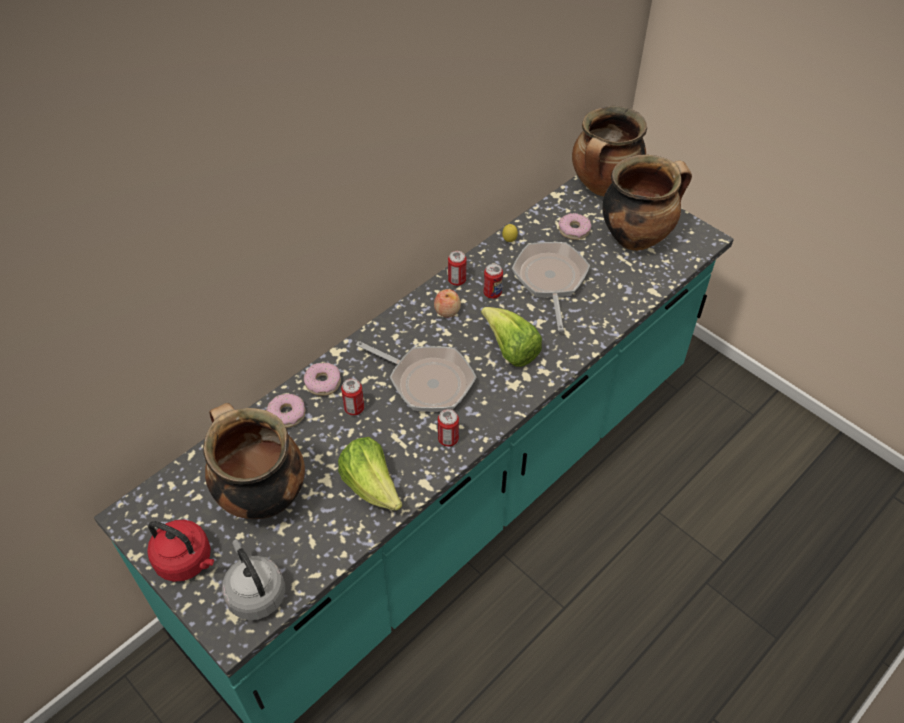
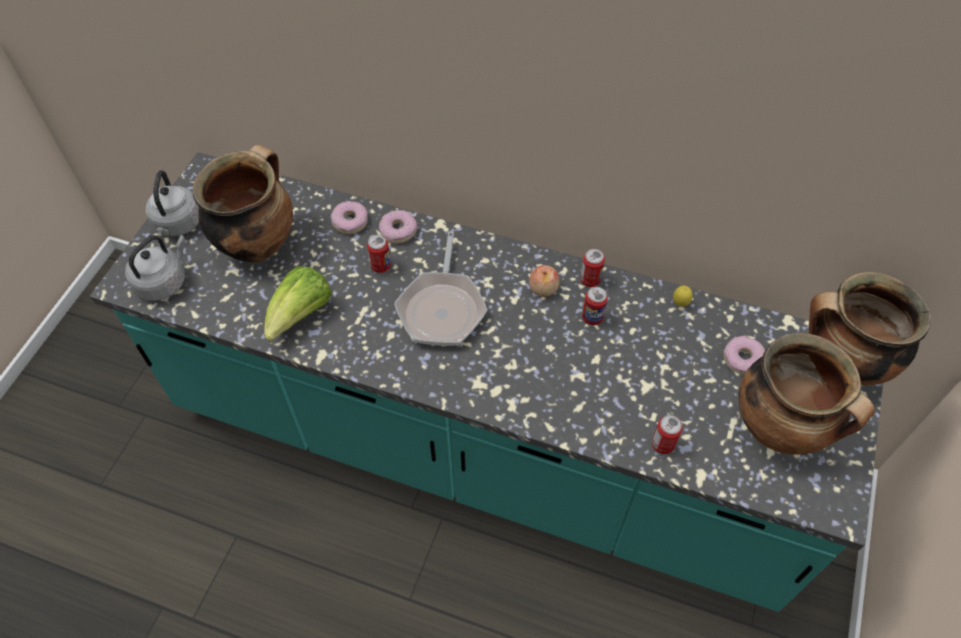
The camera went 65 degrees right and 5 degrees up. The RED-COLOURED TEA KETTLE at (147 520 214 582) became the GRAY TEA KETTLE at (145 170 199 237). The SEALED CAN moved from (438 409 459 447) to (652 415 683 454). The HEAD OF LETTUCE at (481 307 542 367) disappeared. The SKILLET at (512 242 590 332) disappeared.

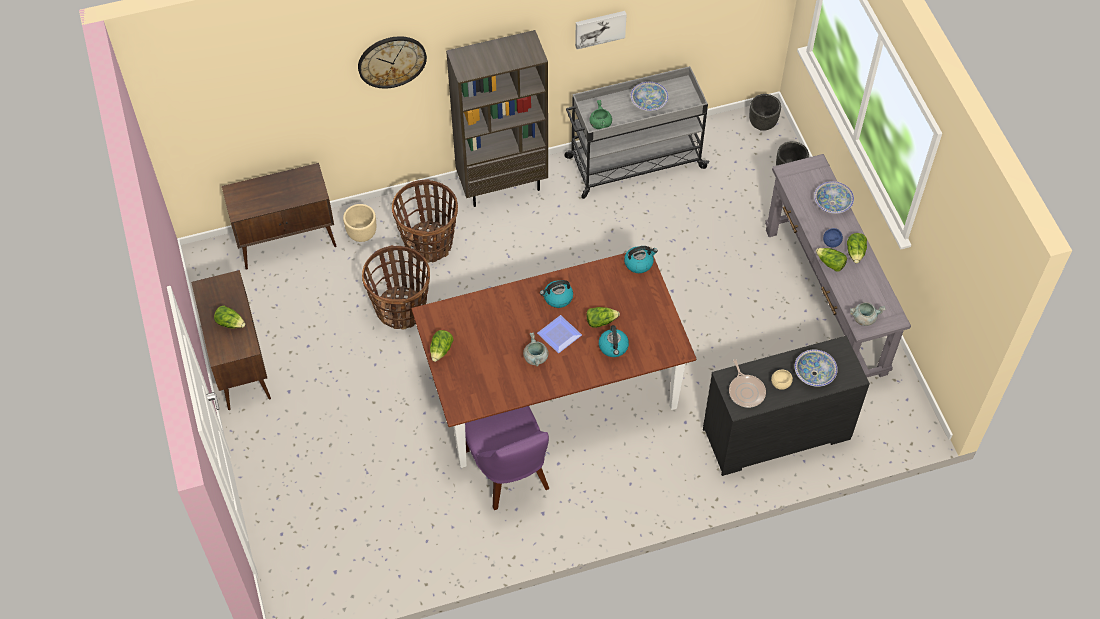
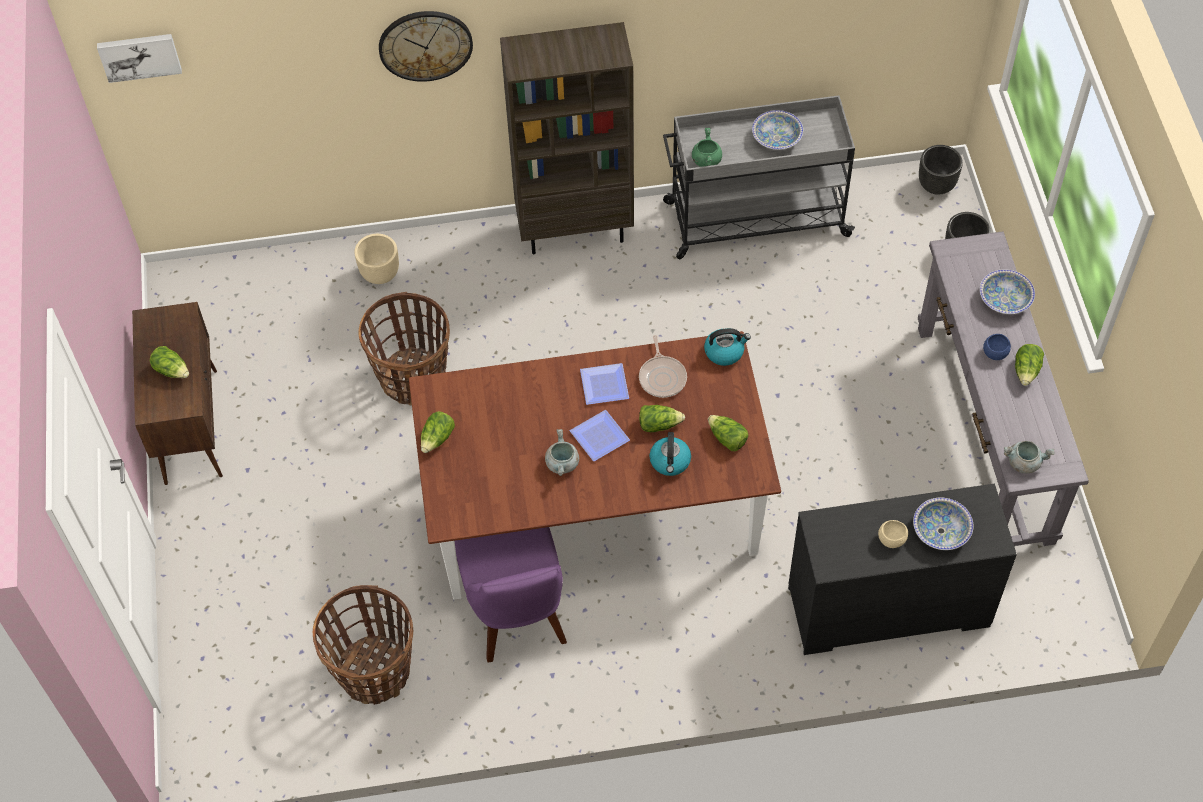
The camera went 10 degrees right and 0 degrees up. The BROWN-COLOURED CUPBOARD at (222 163 337 270) disappeared. The BASKET moved from (392 179 458 263) to (313 585 413 705). The TEA KETTLE at (540 280 573 308) was replaced by the DINNER PLATE at (580 363 629 405). The PICTURE moved from (575 11 627 49) to (97 34 182 83). The SKILLET moved from (729 359 766 408) to (639 335 687 398). The HEAD OF LETTUCE moved from (816 248 847 272) to (708 415 748 451).

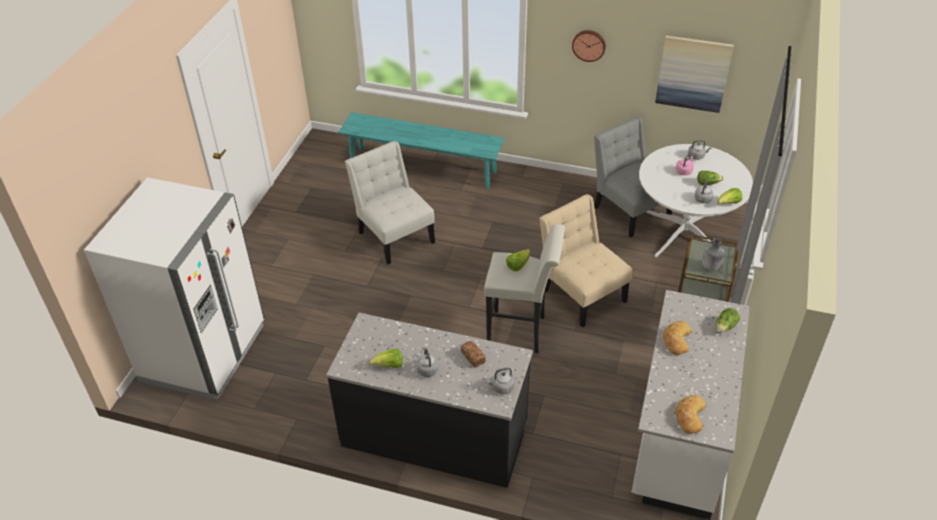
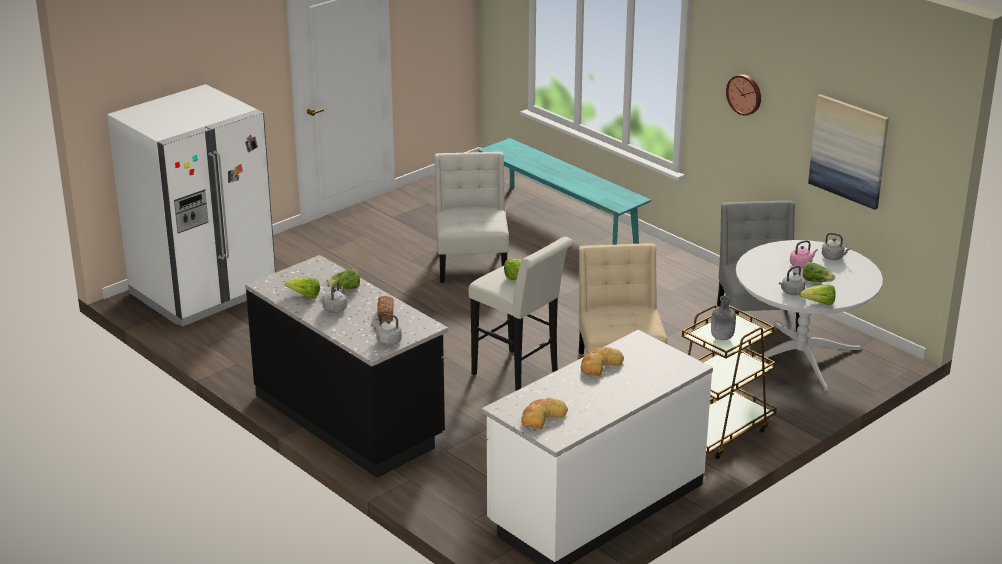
The camera went 30 degrees right and 15 degrees down. The HEAD OF LETTUCE moved from (716 308 740 333) to (326 269 360 289).

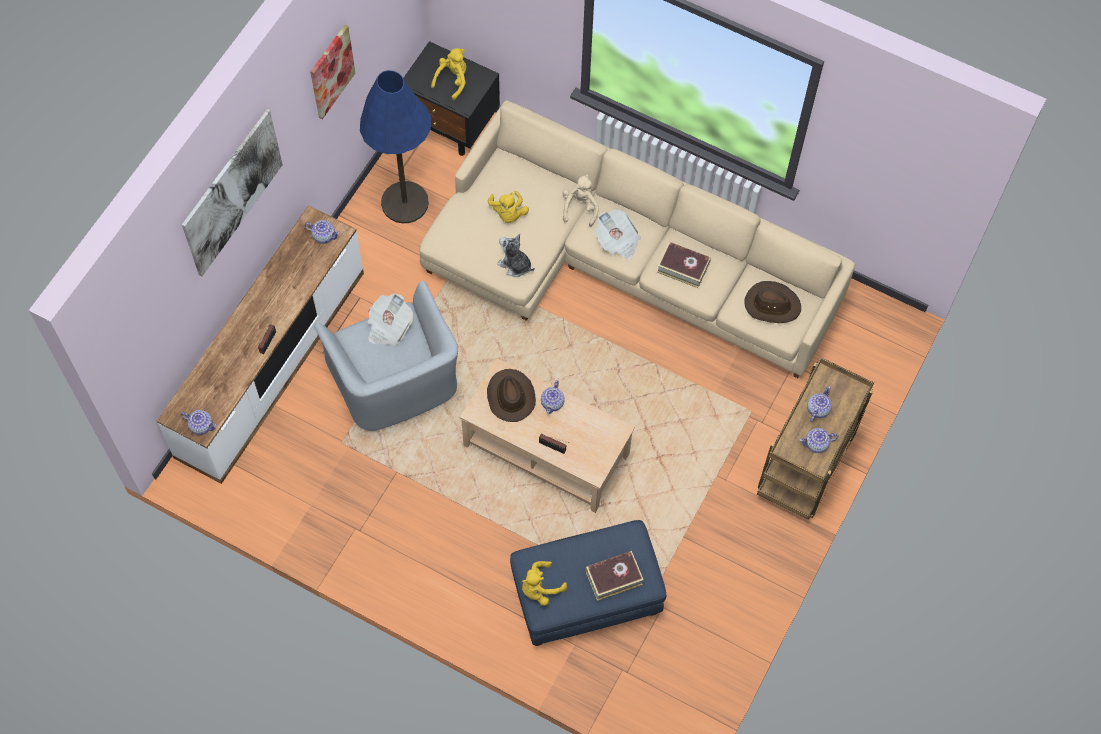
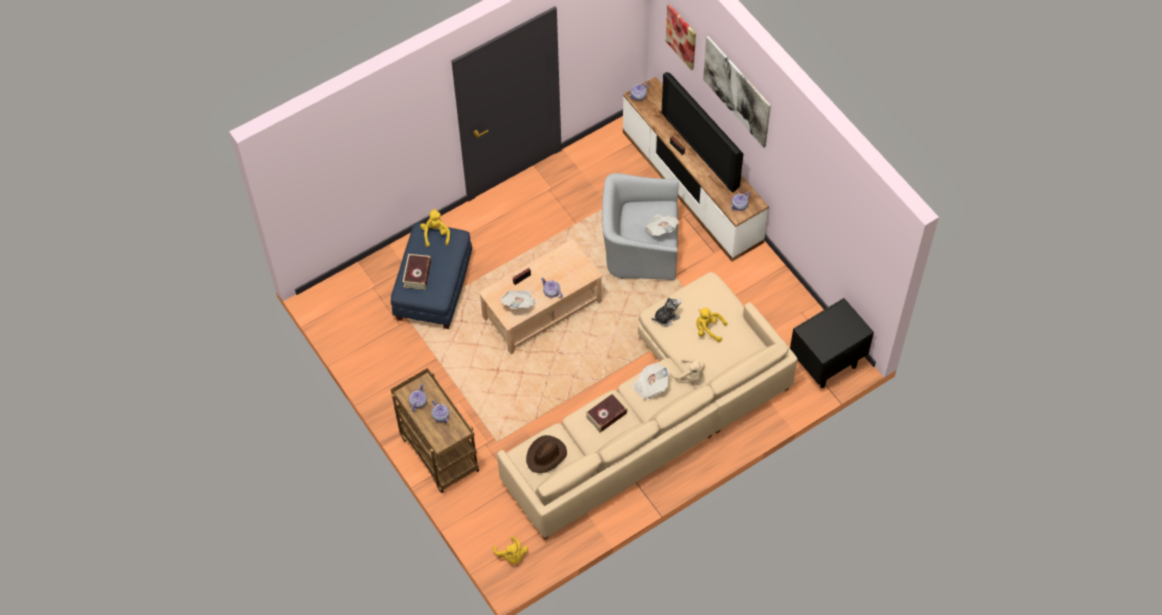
The camera went 120 degrees right and 5 degrees down. The PICTURE moved from (310 25 355 119) to (666 4 696 70). The BLUE-COLOURED STANDARD LAMP at (360 70 431 223) disappeared. The YELLOW-COLOURED CUDDLY TOY moved from (431 48 467 100) to (494 536 528 564). The BROWN-COLOURED CLOTHING HAT at (487 369 536 422) disappeared. The DAILY PAPER at (501 290 535 309) appeared. The TV SET at (662 72 744 193) appeared.

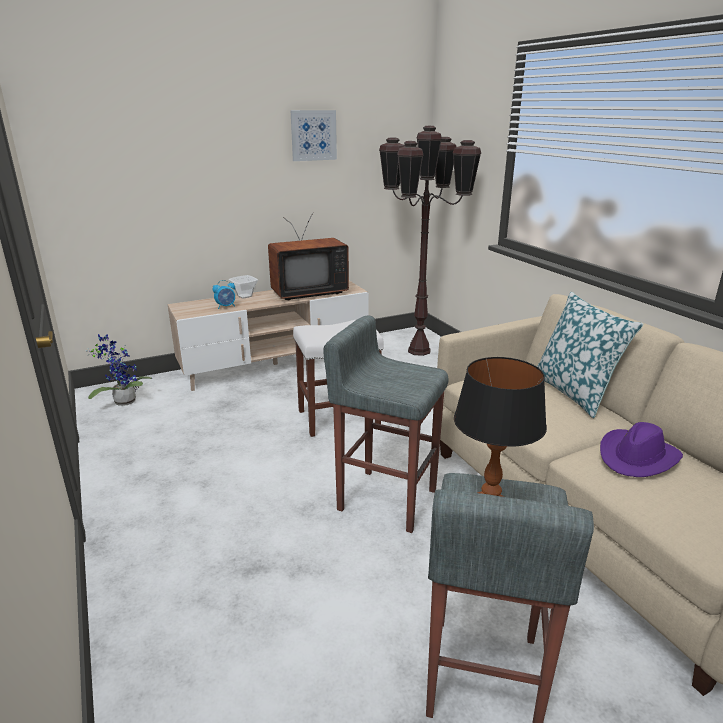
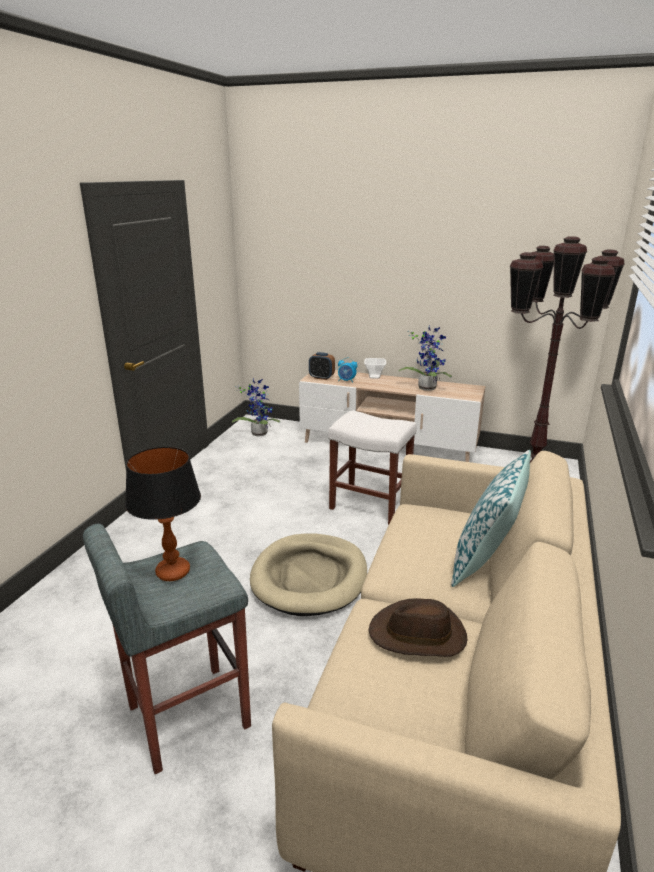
The camera went 45 degrees right and 0 degrees up. The TV SET at (268 212 349 301) was replaced by the POTTED PLANT at (399 324 452 391). The PICTURE at (290 110 337 161) disappeared. The GRAY STOOL at (323 315 449 533) was replaced by the SAND-COLOURED DOG CUSHION at (250 534 367 616). The PURPLISH CLOTHING HAT at (600 422 683 477) became the BROWN-COLOURED CLOTHING HAT at (368 598 467 657). The ALARM CLOCK at (309 352 335 380) appeared.

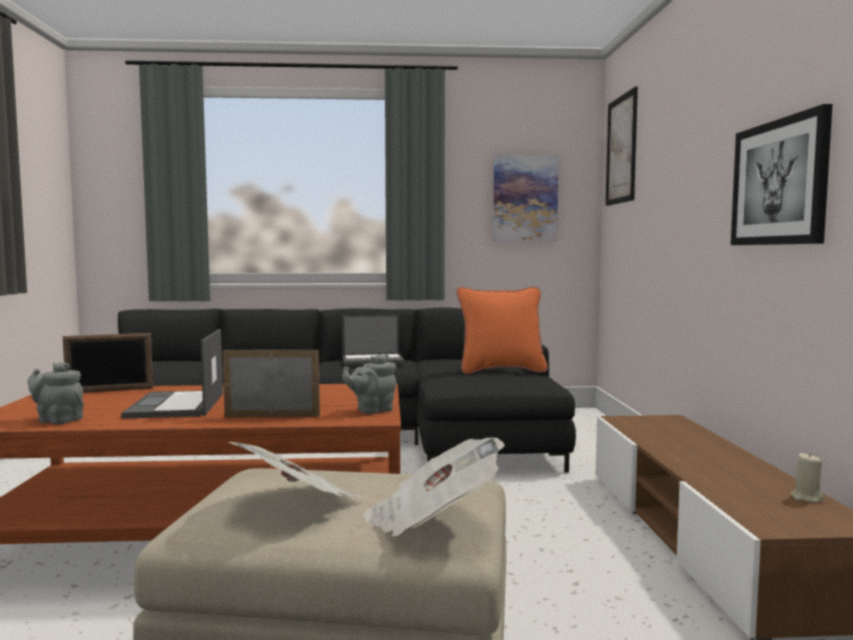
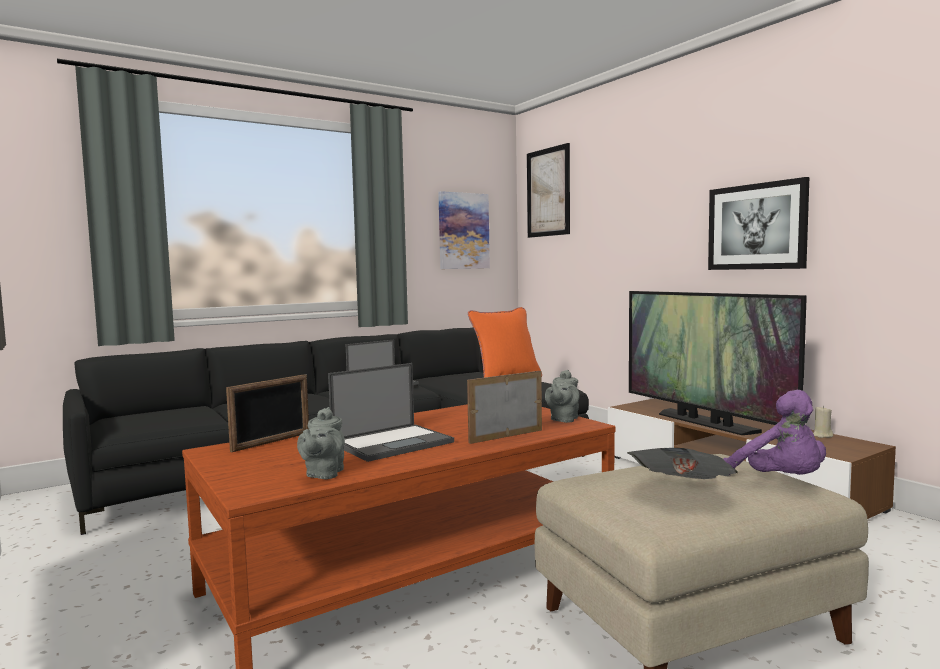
The camera went 30 degrees left and 0 degrees up. The GRAY TEAPOT at (28 362 84 425) turned 75 degrees counterclockwise. The NOTEBOOK COMPUTER at (121 329 223 419) turned 90 degrees counterclockwise. The DAILY PAPER at (363 437 505 537) was replaced by the PURPLISH CUDDLY TOY at (723 390 826 475). The TV SET at (629 291 807 435) appeared.

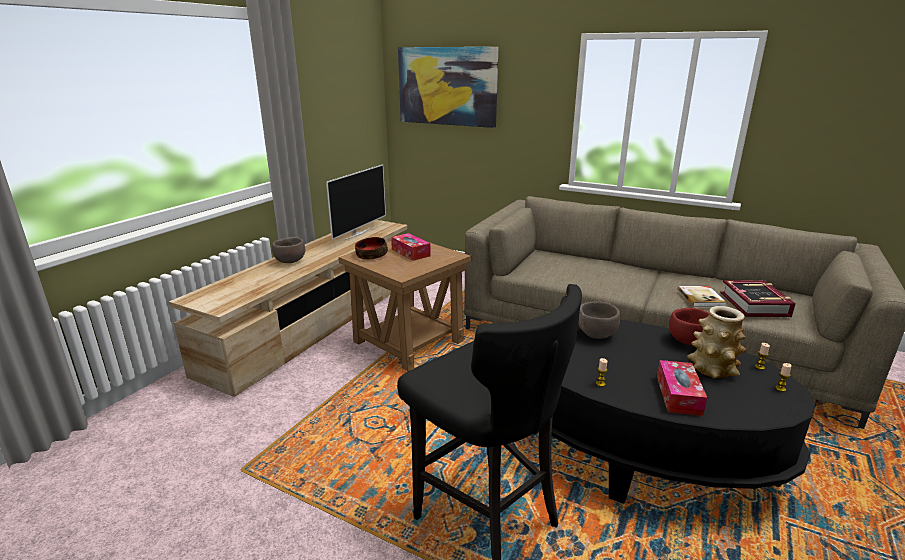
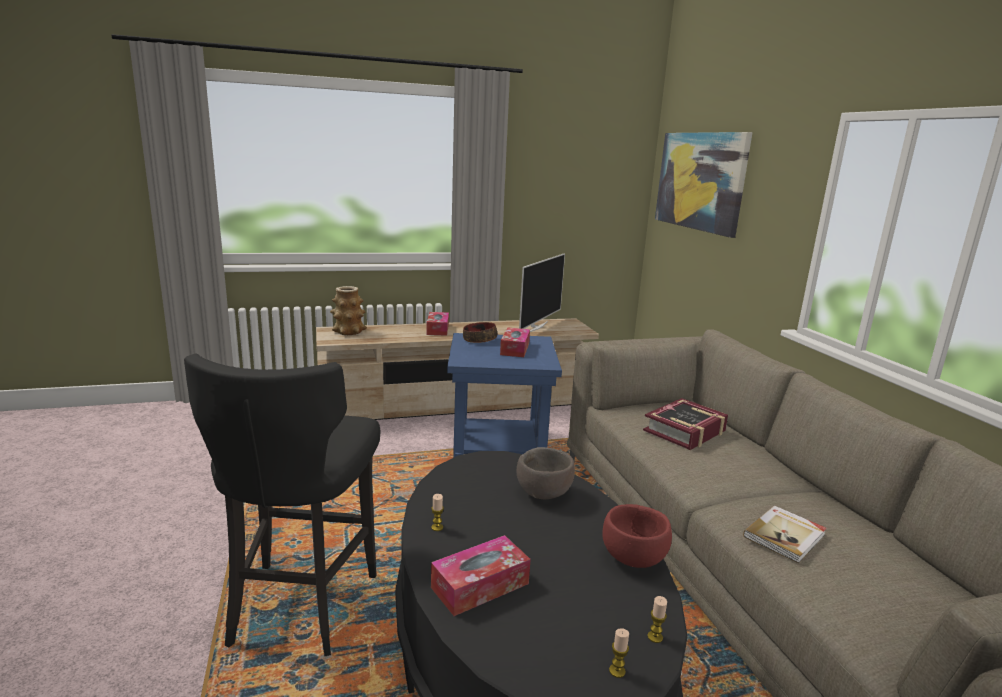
The camera went 45 degrees right and 5 degrees down. The BROWN-COLOURED SERVING BOWL at (272 237 305 263) was replaced by the BOX OF TISSUES at (427 312 449 336). The TV SET at (326 164 386 241) turned 45 degrees counterclockwise. The BROWN-COLOURED SIDE TABLE at (338 241 471 371) became the BLUE-COLOURED SIDE TABLE at (447 333 562 458). The VASE moved from (687 306 747 378) to (330 286 367 335). The BOUND BOOK moved from (720 280 796 317) to (643 398 728 450).

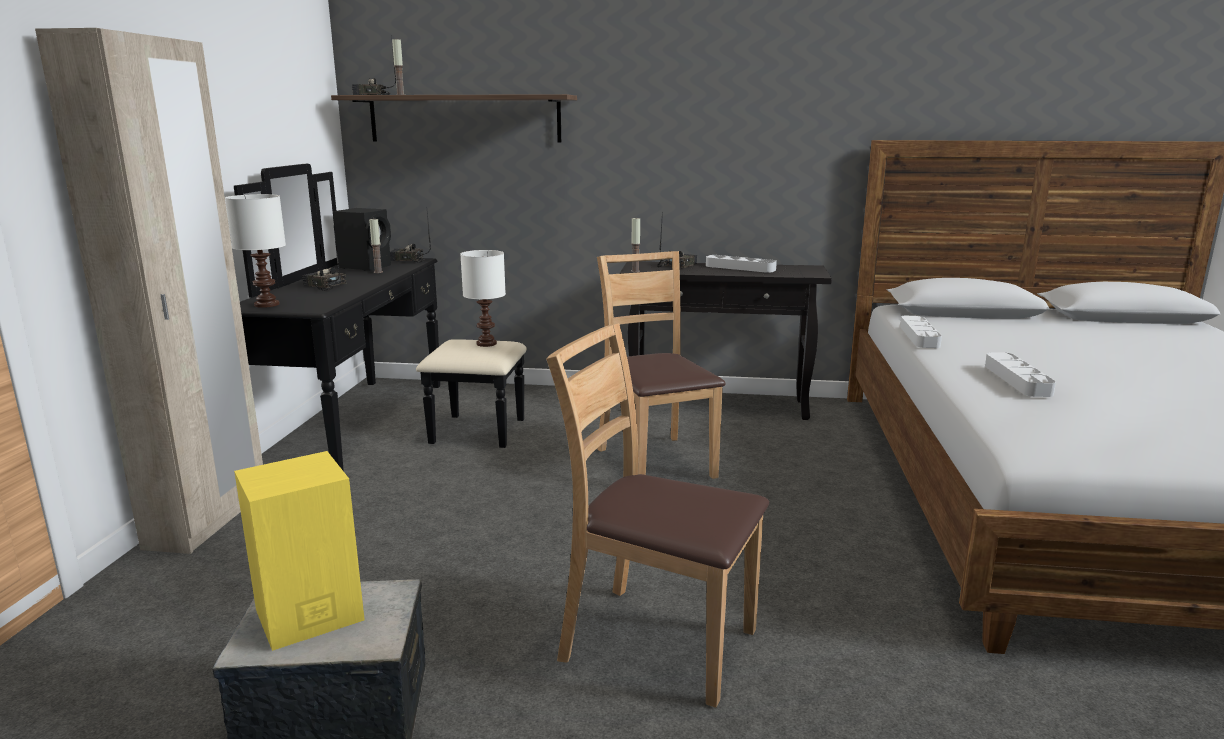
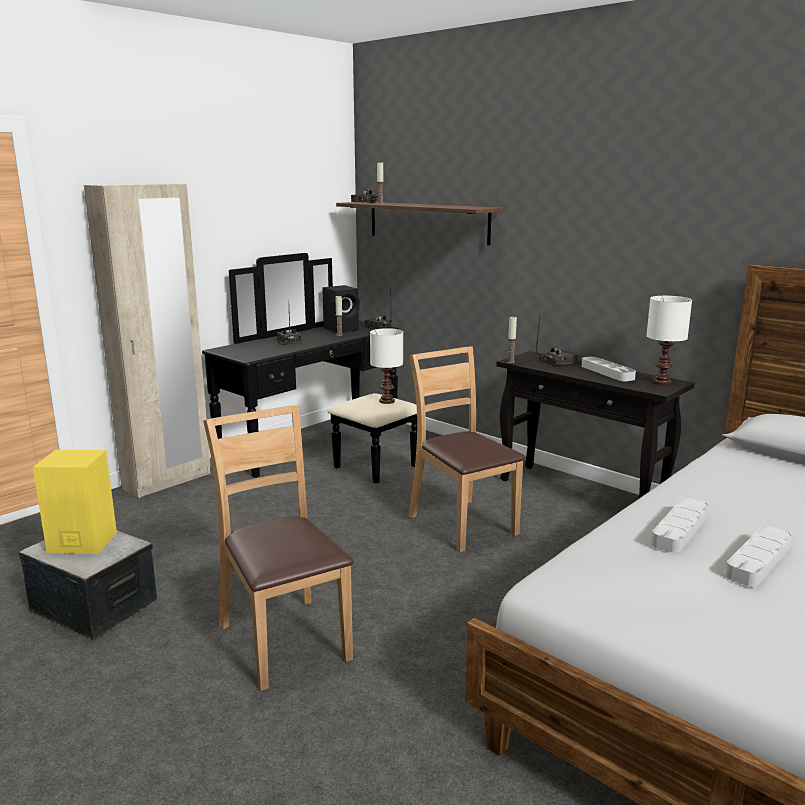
The camera went 35 degrees right and 0 degrees up. The WHITISH TABLE LAMP moved from (225 194 286 308) to (646 296 692 385). The BROWN-COLOURED PLAIN CHAIR at (597 251 726 479) turned 45 degrees counterclockwise. The GRAY TRAY moved from (900 316 942 348) to (725 526 792 587).

